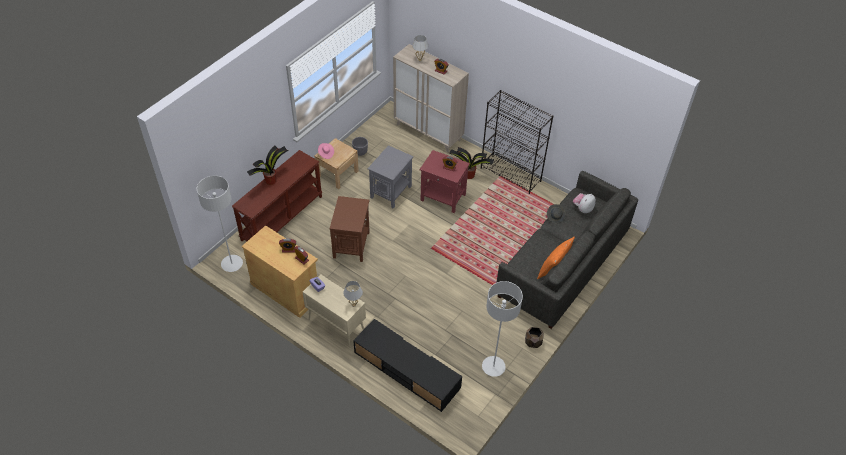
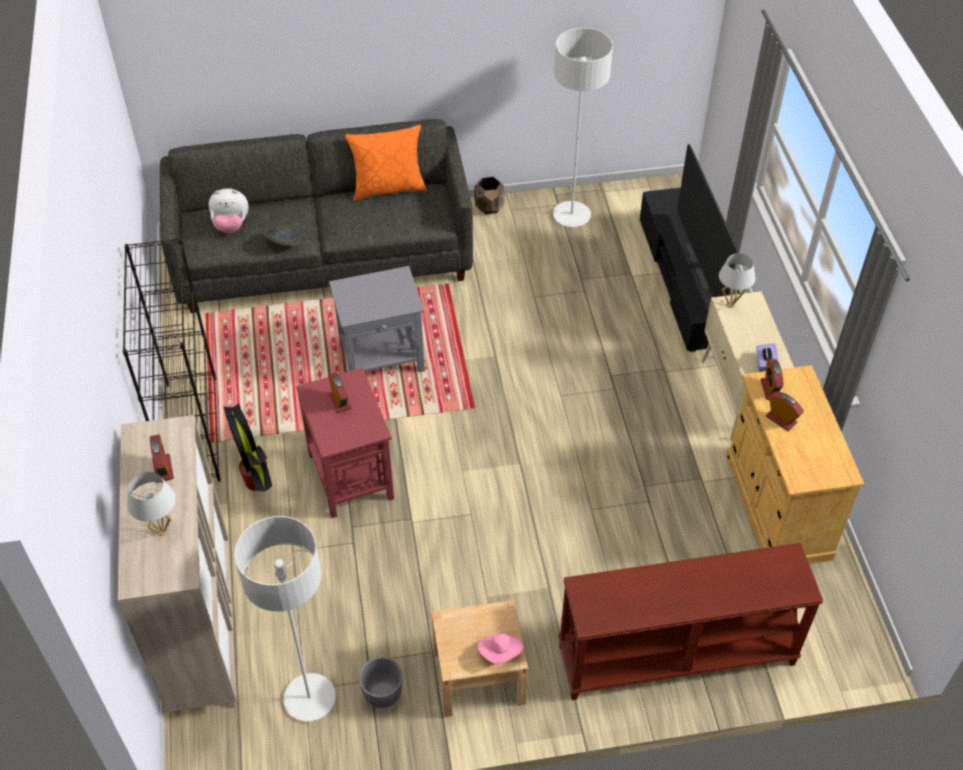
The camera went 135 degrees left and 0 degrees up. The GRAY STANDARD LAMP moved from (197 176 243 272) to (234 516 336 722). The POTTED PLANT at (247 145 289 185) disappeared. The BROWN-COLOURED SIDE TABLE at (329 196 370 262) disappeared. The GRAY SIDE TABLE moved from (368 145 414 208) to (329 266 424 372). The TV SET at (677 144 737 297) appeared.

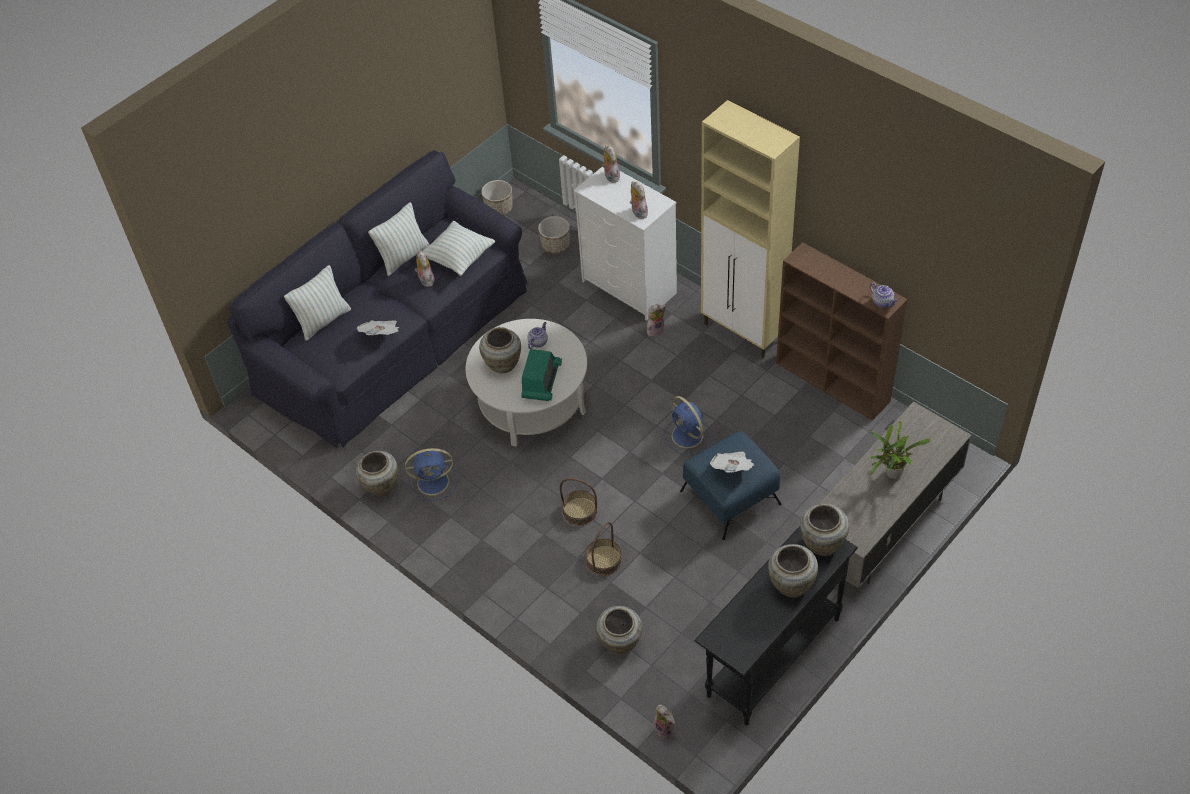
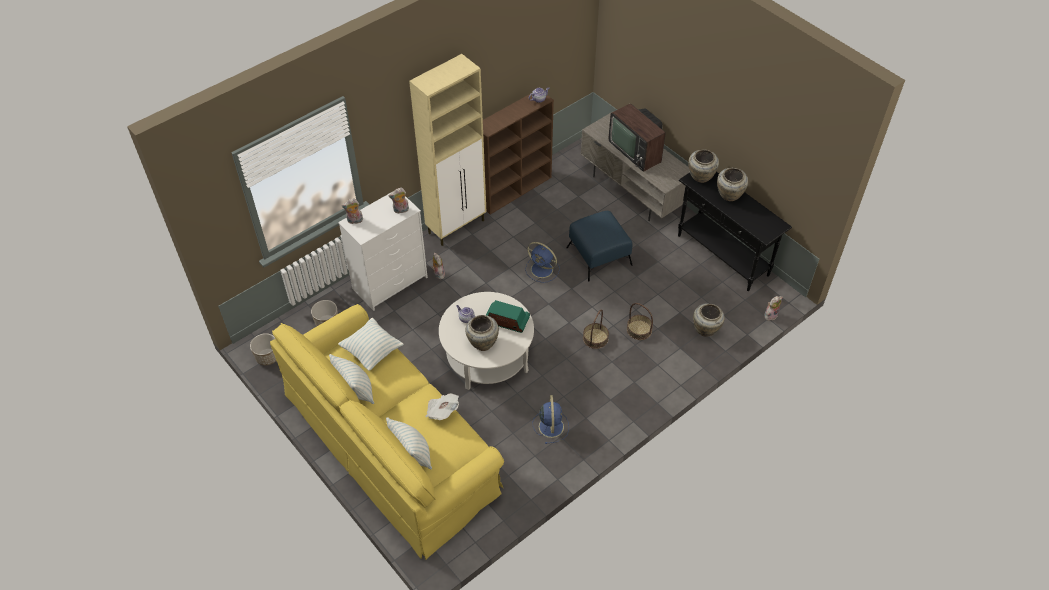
The camera went 85 degrees left and 0 degrees up. The BLACK-COLOURED SOFA at (227 150 528 448) became the YELLOW-COLOURED SOFA at (270 304 504 560). The SAND-COLOURED VASE at (356 451 398 496) disappeared. The CUDDLY TOY at (415 250 435 287) disappeared. The BLUE-COLOURED ELECTRIC FAN at (664 396 713 455) turned 60 degrees clockwise. The DAILY PAPER at (710 451 754 473) disappeared. The POTTED PLANT at (870 421 931 479) was replaced by the TV SET at (609 104 666 172).

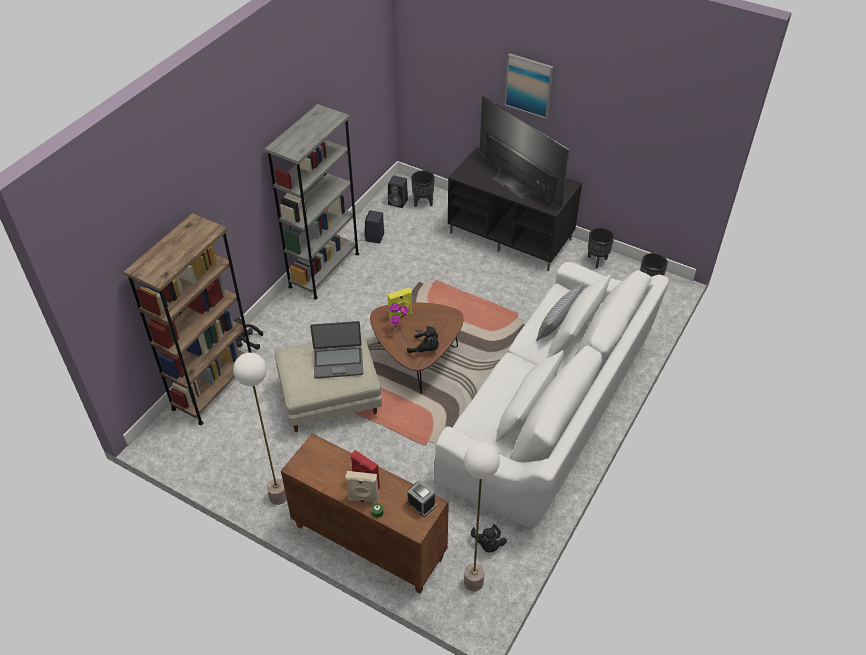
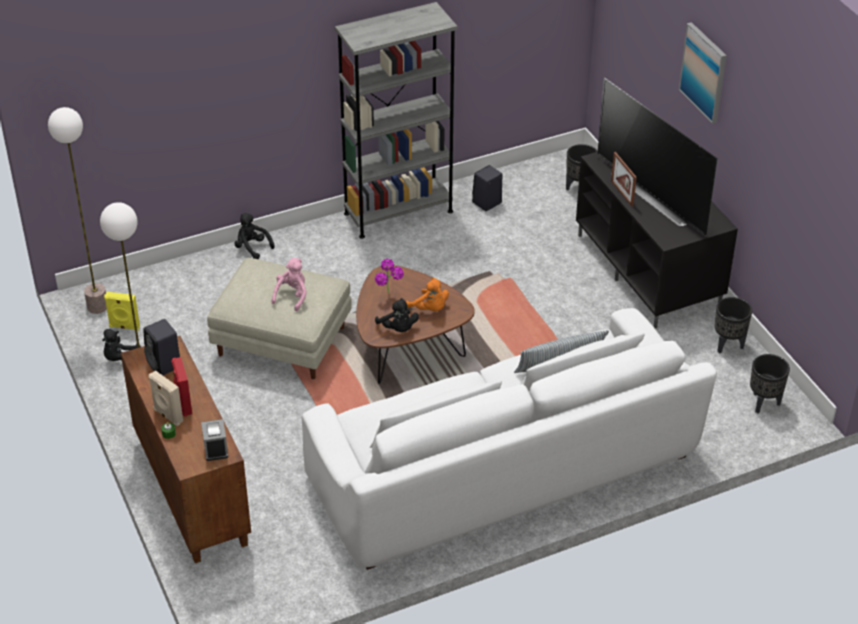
The camera went 35 degrees right and 5 degrees down. The BROWN-COLOURED BOOKSHELF at (123 213 252 425) disappeared. The NOTEBOOK COMPUTER at (310 321 363 379) was replaced by the PINK CUDDLY TOY at (272 258 307 311). The BLACK-COLOURED SPEAKER moved from (388 175 408 208) to (143 319 180 375). The YELLOW-COLOURED SPEAKER moved from (388 287 412 320) to (104 292 140 331). The STANDARD LAMP moved from (464 442 500 591) to (48 107 107 314). The BLACK-COLOURED CUDDLY TOY moved from (471 524 507 553) to (102 329 141 361). The TV SET at (480 96 569 207) turned 150 degrees clockwise. The ORANGE-COLOURED CUDDLY TOY at (406 278 449 311) appeared. The PHOTO FRAME at (611 152 637 206) appeared.

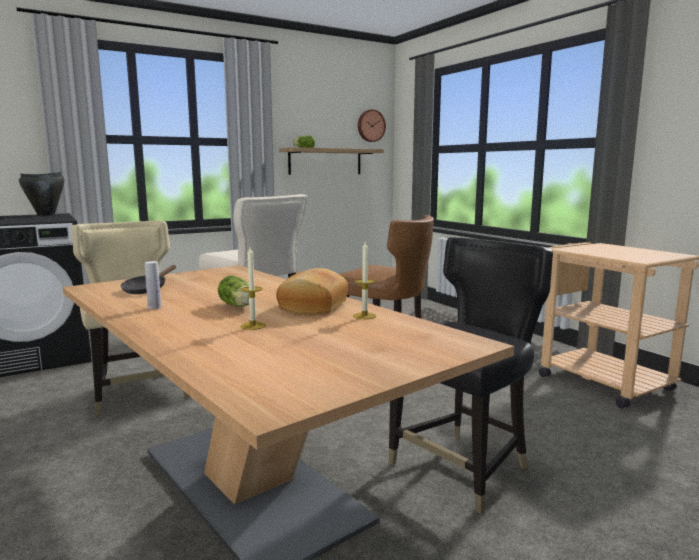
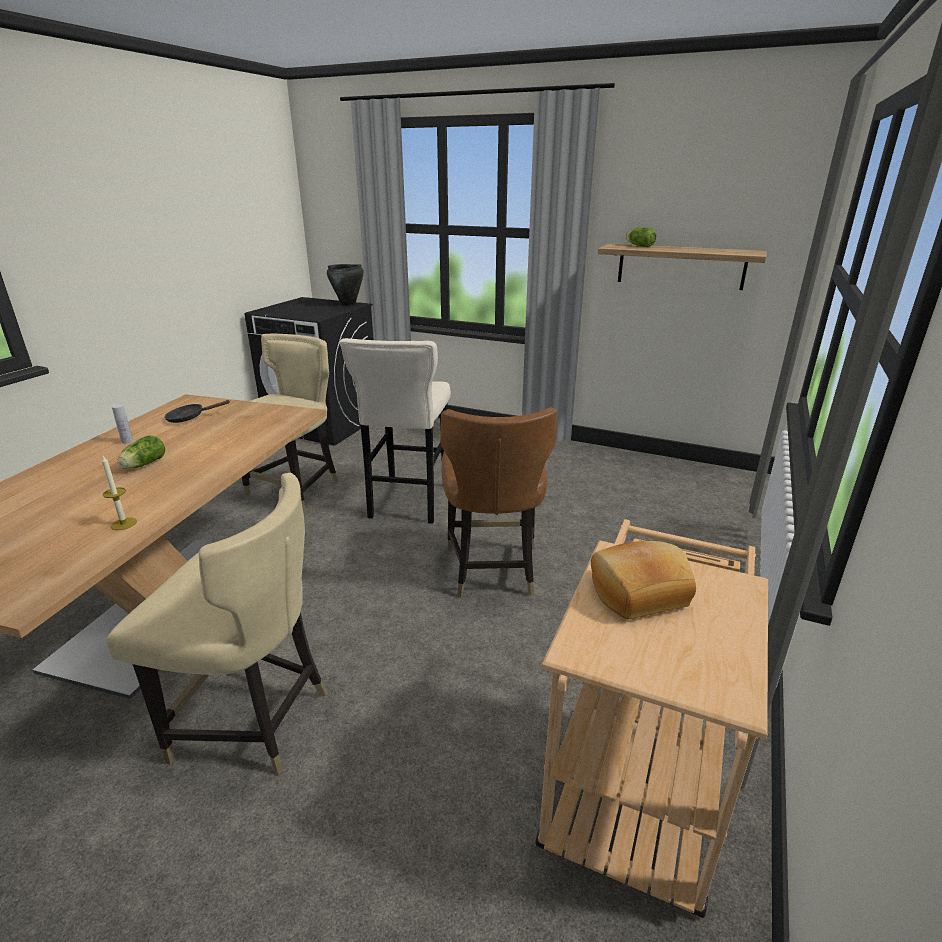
The camera went 55 degrees right and 15 degrees up. The CANDLE at (241 247 266 330) disappeared. The BREAD moved from (276 268 348 315) to (591 541 696 620). The HANGING CLOCK at (358 109 386 142) disappeared. The BLACK-COLOURED PLAIN CHAIR at (389 237 553 514) became the SAND-COLOURED PLAIN CHAIR at (106 473 326 775).

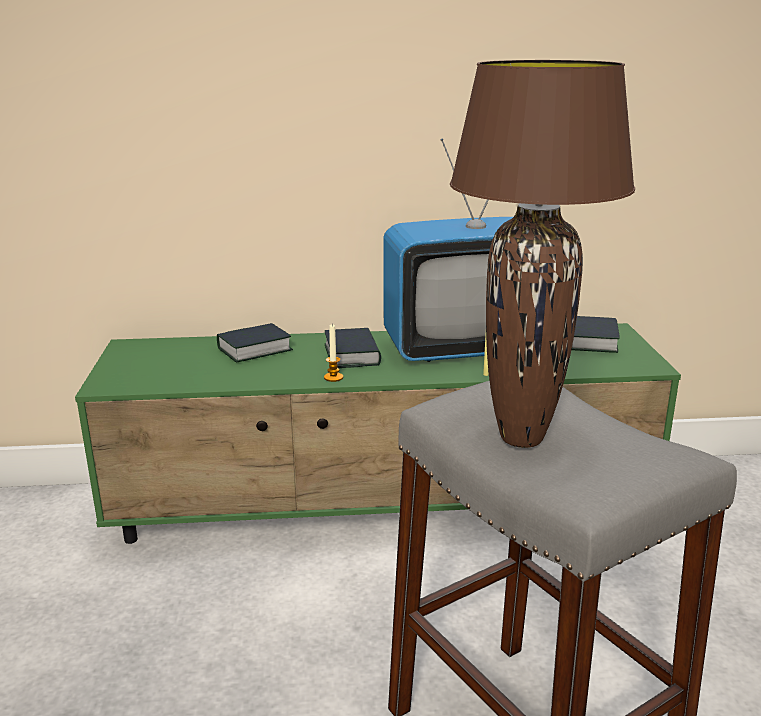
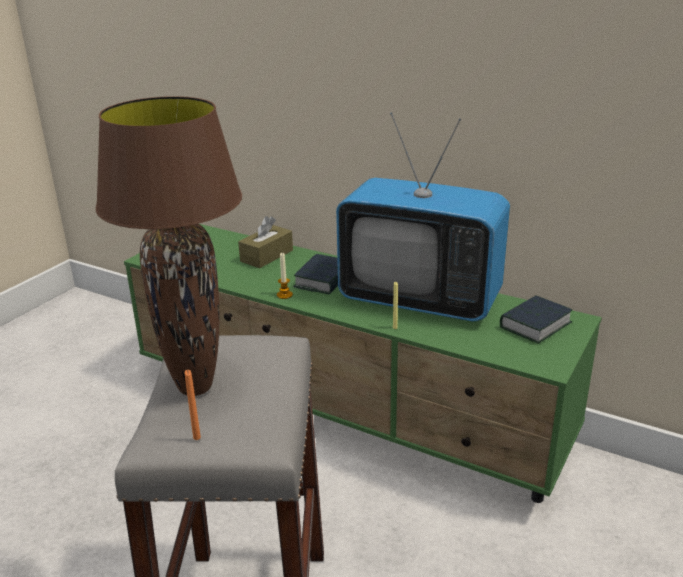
The camera went 35 degrees right and 5 degrees up. The BOUND BOOK at (217 323 293 362) was replaced by the BROWN-COLOURED BOX OF TISSUES at (238 216 293 268). The ORANGE-COLOURED CANDLE at (185 370 201 440) appeared.

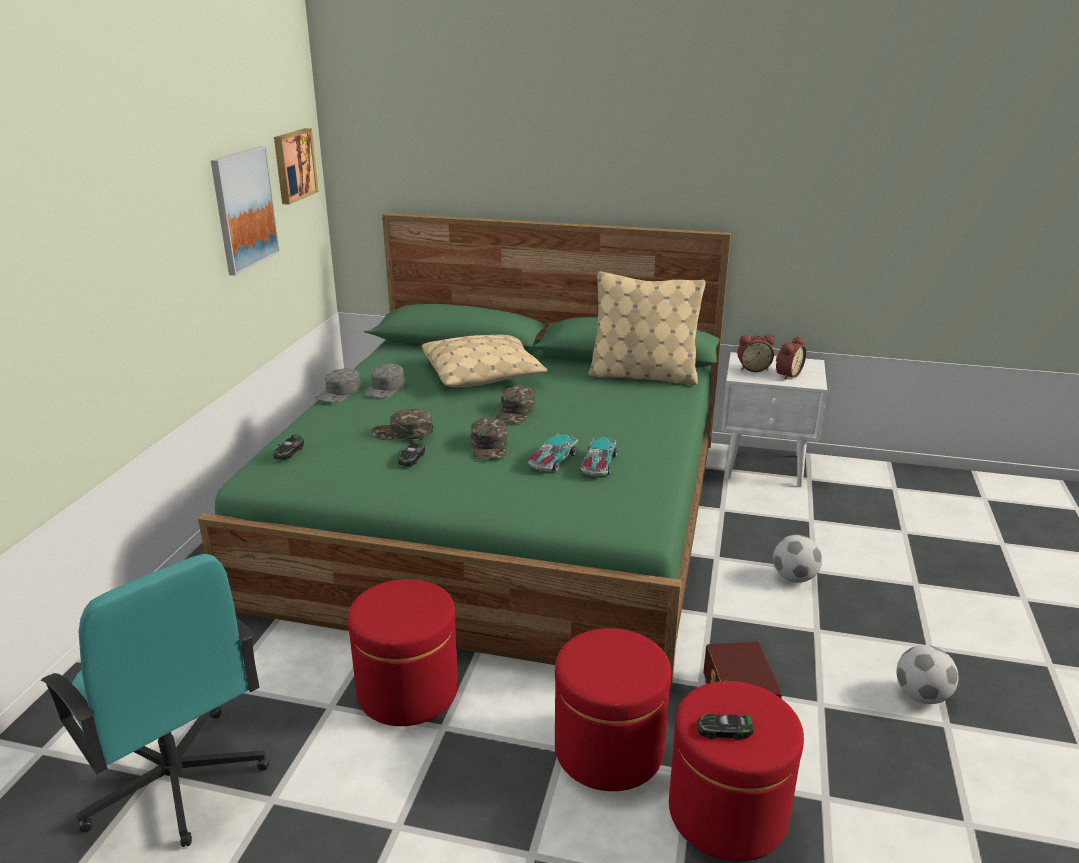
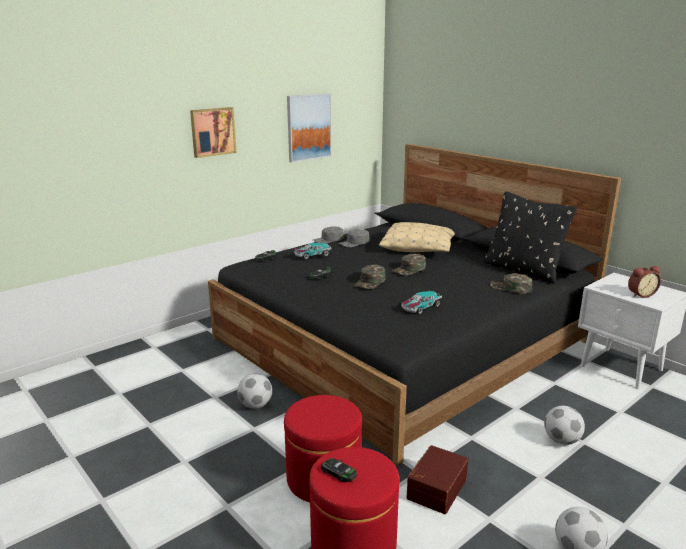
The camera went 35 degrees right and 5 degrees down. The TURQUOISE OFFICE CHAIR at (41 554 269 847) disappeared. The GREEN-COLOURED SLEEPING BED at (198 213 731 689) became the BLACK-COLOURED SLEEPING BED at (208 144 621 466). The PICTURE moved from (274 128 319 205) to (190 107 237 158). The RED-COLOURED POUFFE at (347 579 458 726) was replaced by the BALL FOR FOOTBALL at (237 373 272 409). The GREEN-COLOURED BASEBALL CAP moved from (372 409 433 440) to (490 273 532 294). The TOY CAR moved from (528 434 578 471) to (294 243 331 259). The SAND-COLOURED PILLOW at (588 272 706 385) became the BLACK-COLOURED PILLOW at (484 191 577 283). The ALARM CLOCK at (737 335 775 372) disappeared.

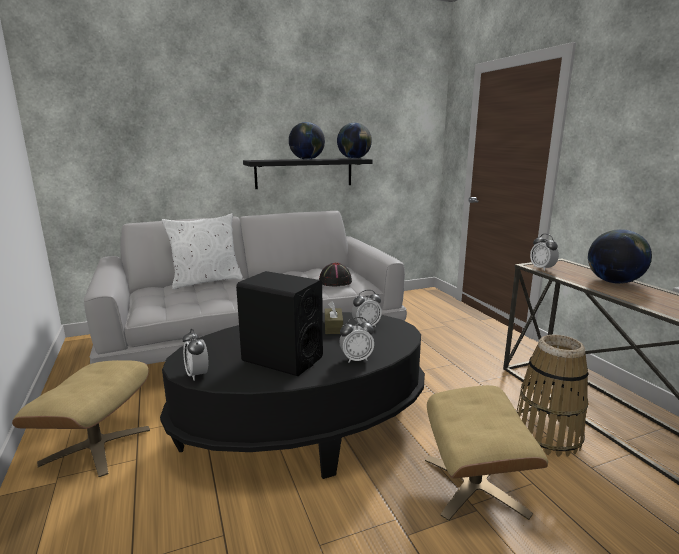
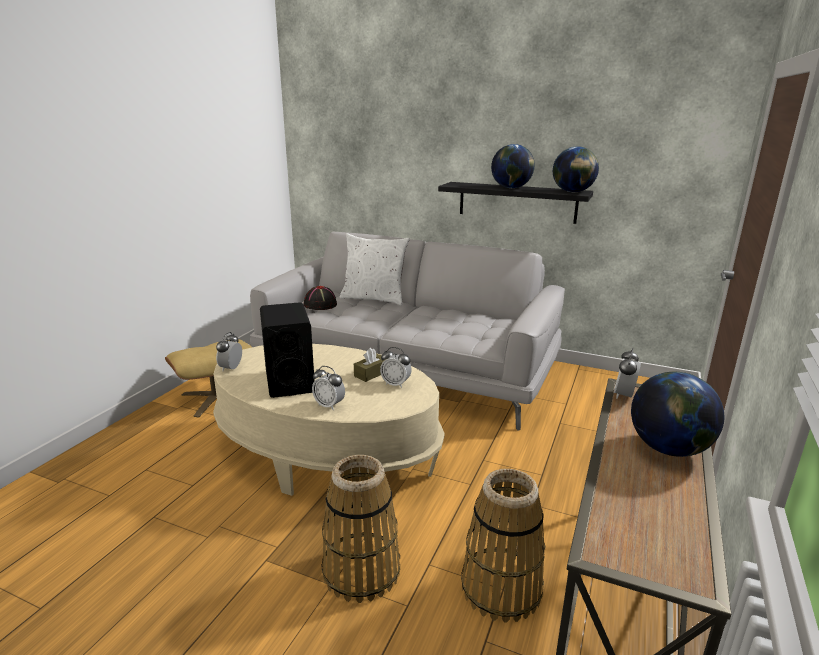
The camera went 45 degrees right and 5 degrees up. The BLACK-COLOURED LOUNGE TABLE at (160 312 425 479) became the SAND-COLOURED LOUNGE TABLE at (213 344 445 496). The BLACK-COLOURED CLOTHING HAT moved from (319 262 352 286) to (304 286 337 310). The SAND-COLOURED POUFFE at (425 385 548 521) was replaced by the BASKET at (322 455 400 603).

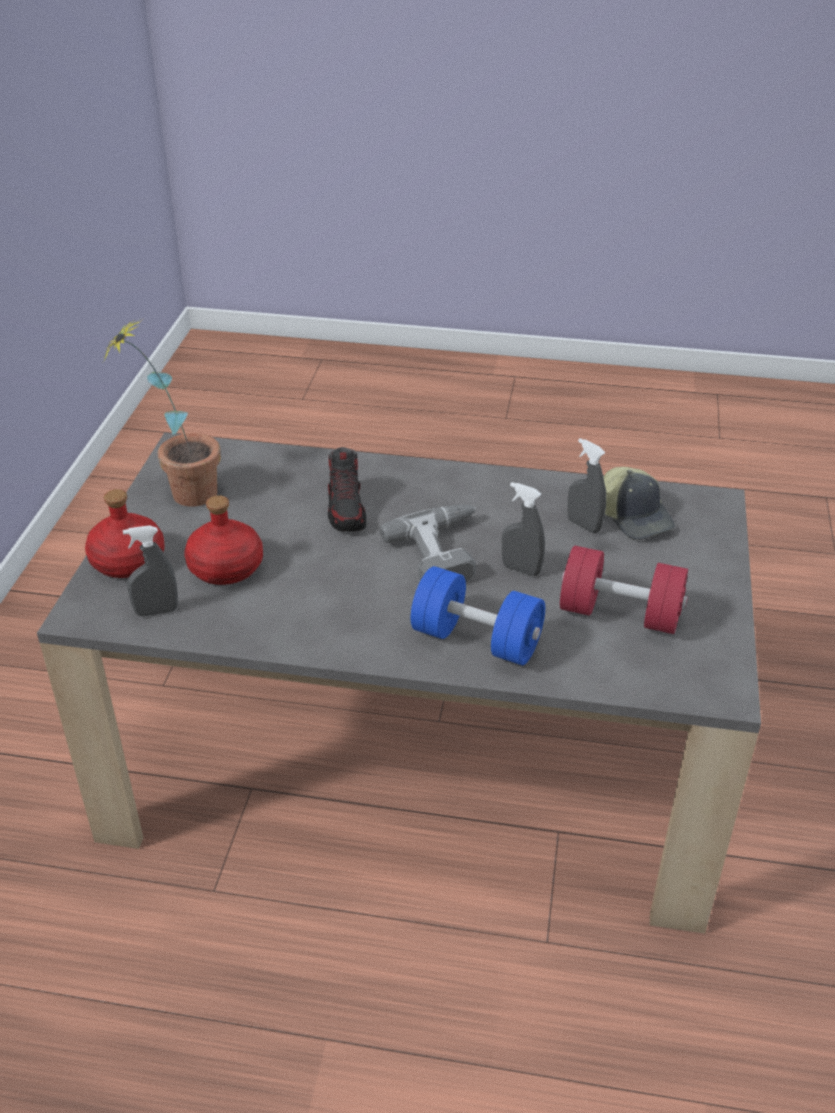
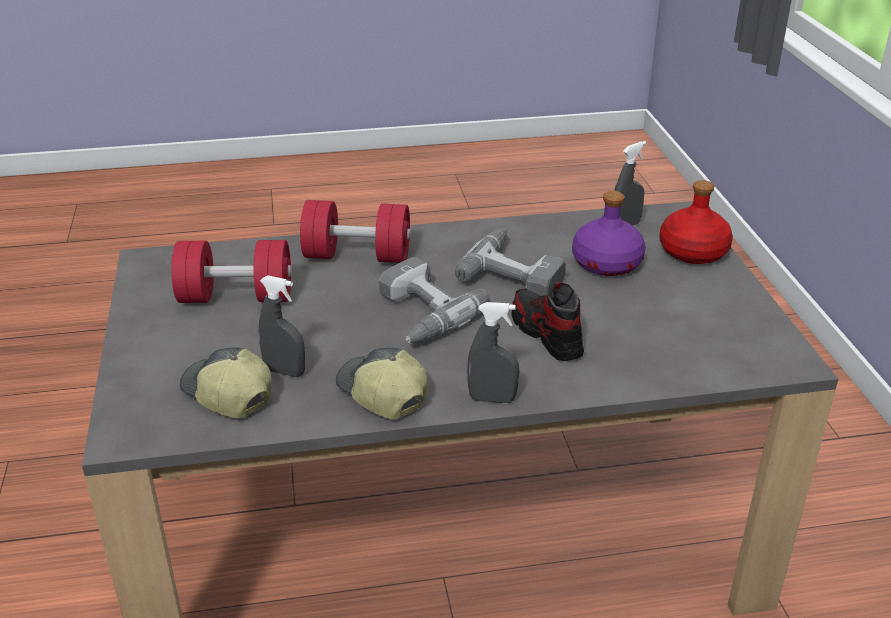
The camera went 160 degrees right and 5 degrees down. The POTTED PLANT at (103 318 221 507) disappeared. The RED-COLOURED BOTTLE at (184 495 263 585) became the PURPLISH BOTTLE at (572 191 646 276). The BLUE-COLOURED DUMBBELL at (411 566 545 665) became the RED-COLOURED DUMBBELL at (300 200 411 263). The GRAY HAND SPRAYER moved from (502 482 545 576) to (467 302 519 403). The BASEBALL CAP at (336 348 428 420) appeared. The POWER DRILL at (455 228 566 296) appeared.

